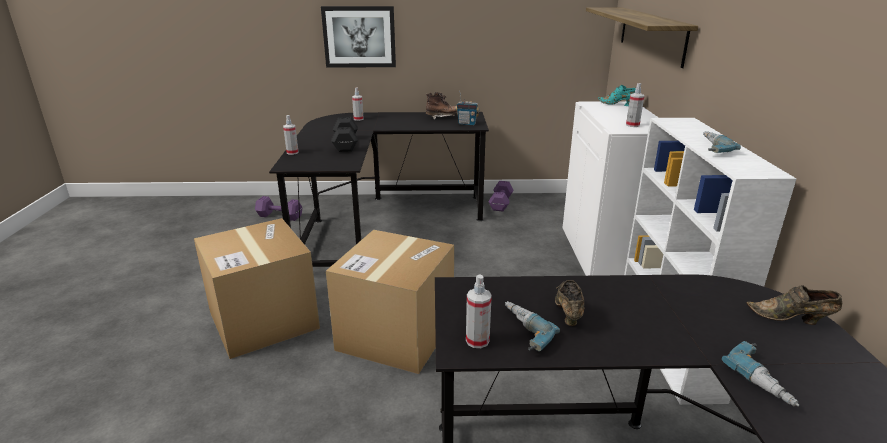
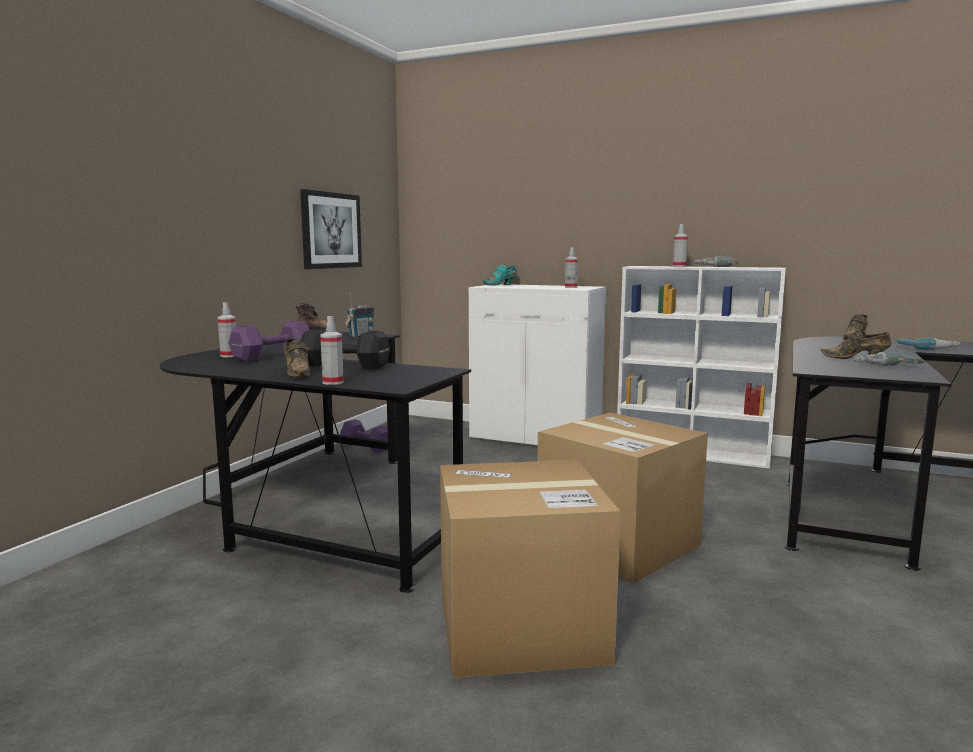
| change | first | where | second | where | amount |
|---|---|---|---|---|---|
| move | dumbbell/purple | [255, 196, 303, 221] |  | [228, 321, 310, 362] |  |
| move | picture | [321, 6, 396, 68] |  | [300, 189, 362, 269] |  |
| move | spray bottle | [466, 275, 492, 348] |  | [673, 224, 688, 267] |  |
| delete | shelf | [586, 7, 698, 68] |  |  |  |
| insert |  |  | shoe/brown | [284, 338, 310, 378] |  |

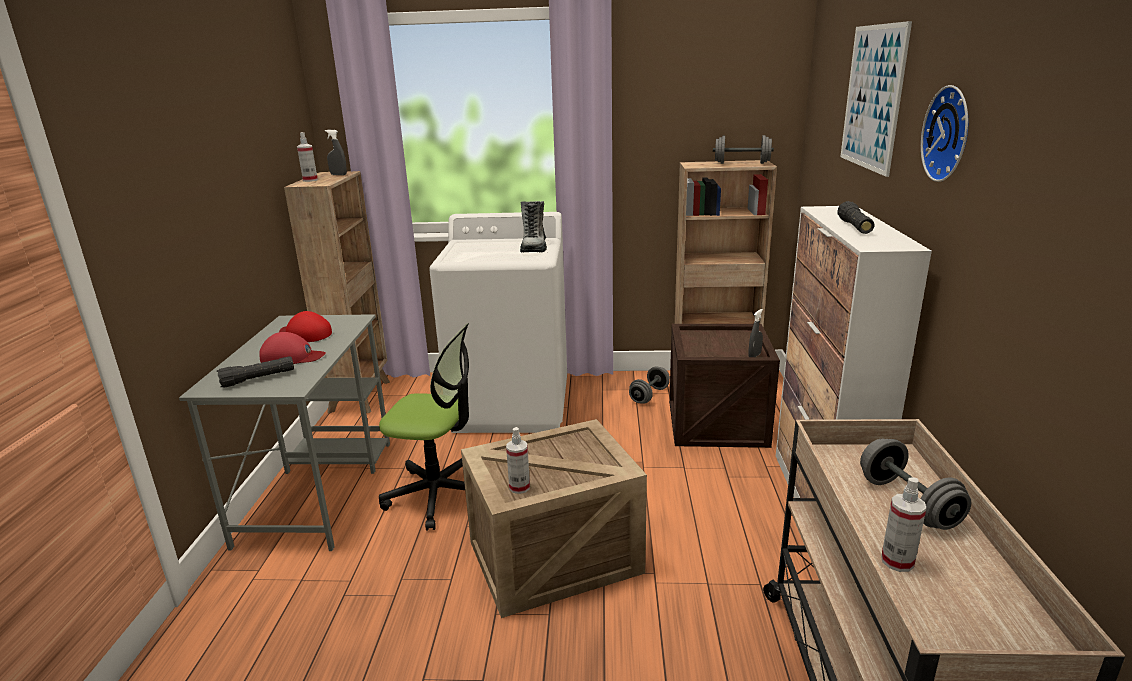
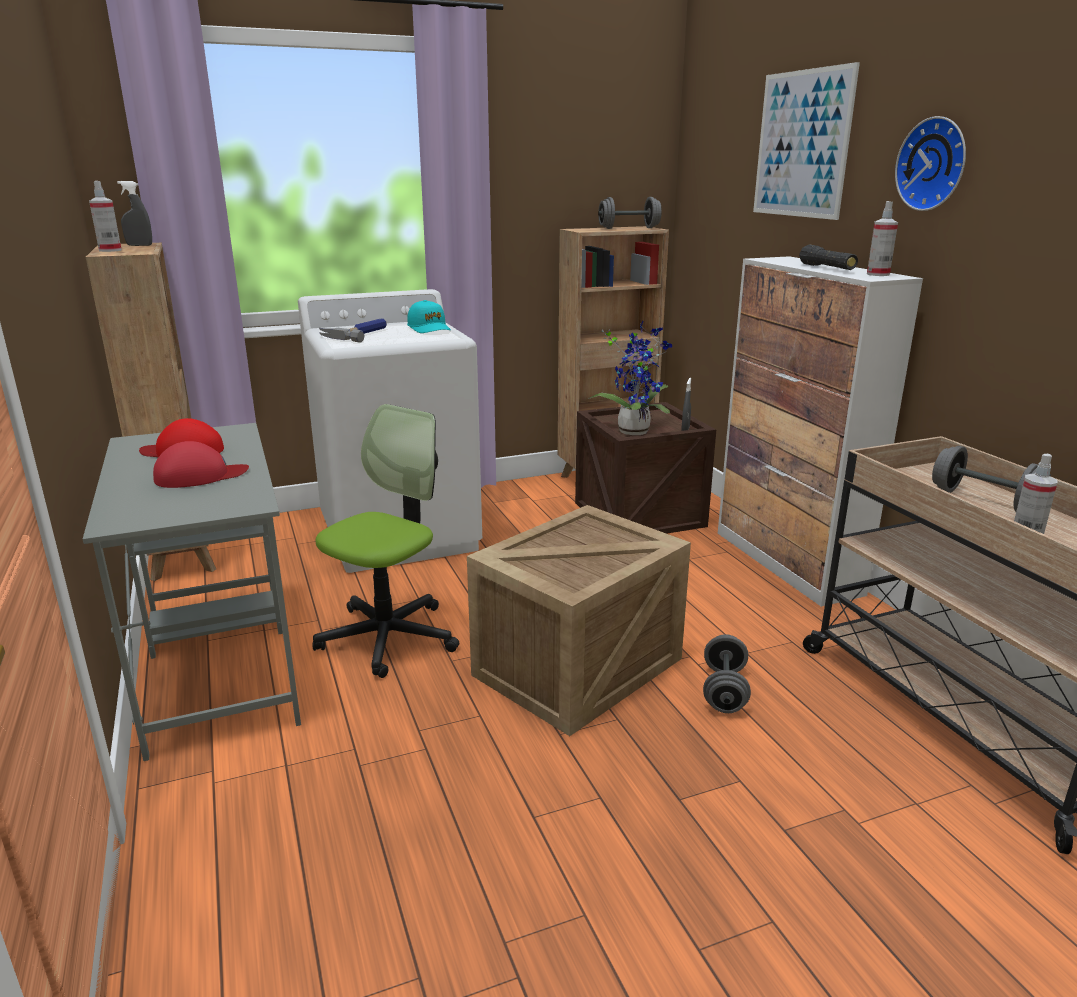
| change | first | where | second | where | amount |
|---|---|---|---|---|---|
| delete | flashlight/black | [217, 356, 294, 388] |  |  |  |
| rotate | office chair | [379, 323, 469, 531] |  | [313, 404, 459, 678] | 45 degrees counterclockwise |
| move | spray bottle | [506, 427, 530, 494] |  | [867, 201, 898, 276] |  |
| replace | boot | [520, 201, 547, 253] | cap/turquoise | [407, 300, 451, 333] |  |
| move | dumbbell/grey | [629, 366, 670, 404] |  | [703, 634, 751, 713] |  |
| insert |  |  | hammer | [319, 318, 387, 343] |  |
| insert |  |  | potted plant | [590, 321, 672, 435] |  |

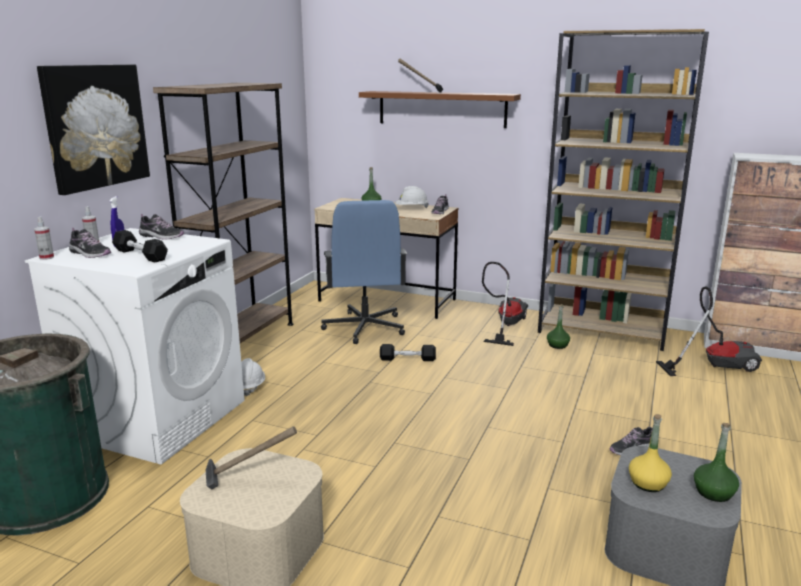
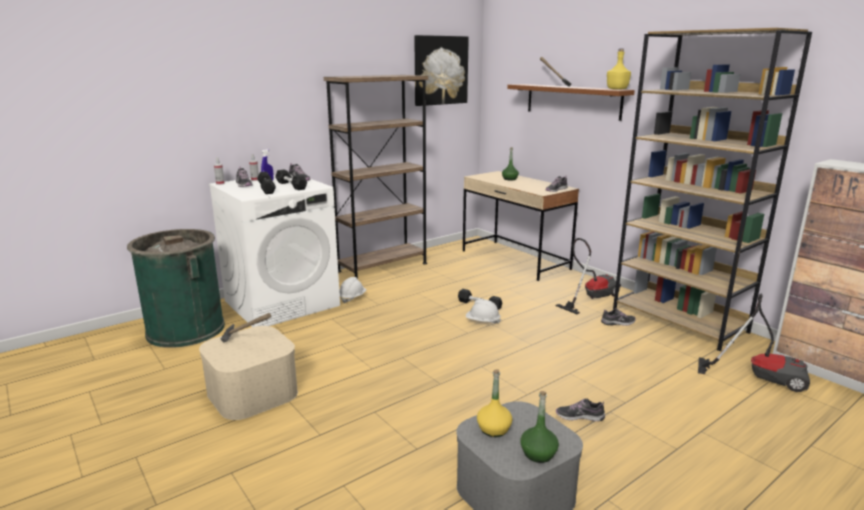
| change | first | where | second | where | amount |
|---|---|---|---|---|---|
| move | picture | [37, 65, 150, 195] |  | [414, 35, 469, 106] |  |
| delete | office chair/blue | [321, 200, 407, 344] |  |  |  |
| move | hard hat/white | [395, 186, 429, 208] |  | [466, 299, 501, 324] |  |
| replace | bottle/green | [547, 304, 570, 349] | shoe | [601, 308, 636, 326] |  |
| insert |  |  | dumbbell/black | [275, 170, 308, 190] |  |
| insert |  |  | bottle/yellow | [607, 48, 631, 90] |  |

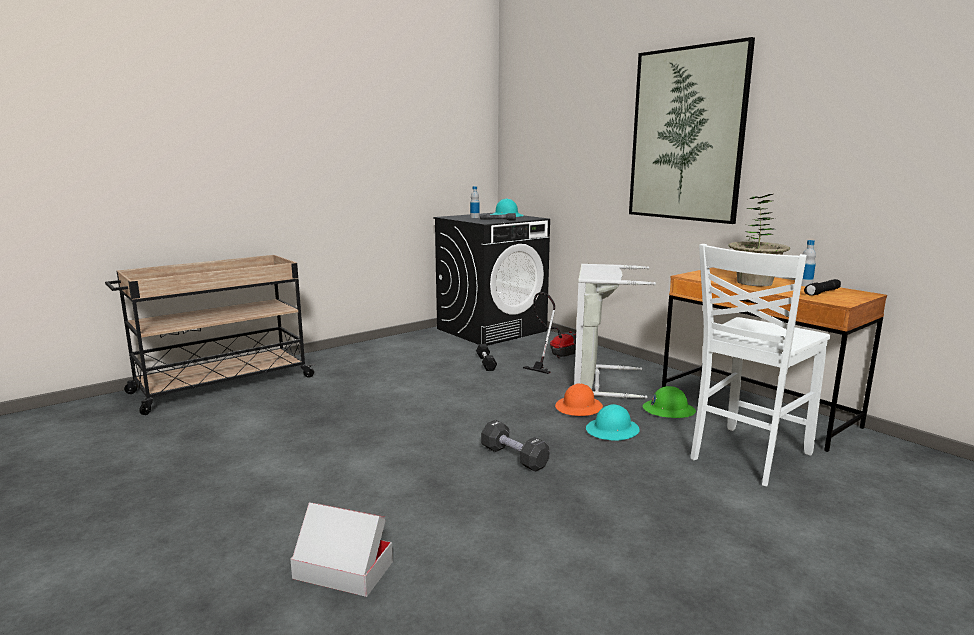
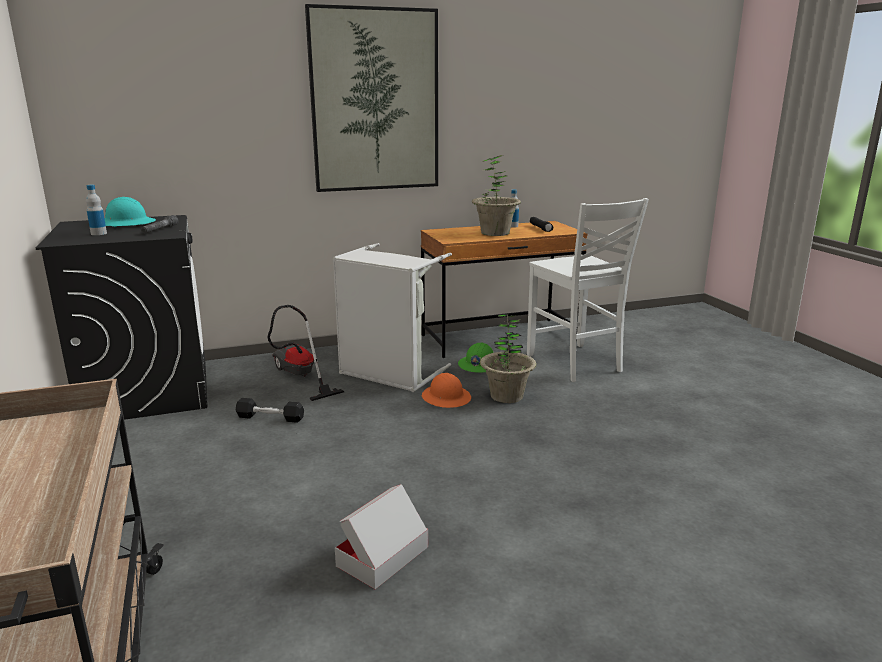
| change | first | where | second | where | amount |
|---|---|---|---|---|---|
| move | cardboard box | [290, 503, 393, 597] |  | [335, 484, 428, 589] |  |
| delete | dumbbell/black | [481, 420, 549, 472] |  |  |  |
| replace | hard hat/turquoise | [586, 404, 640, 440] | potted plant | [480, 314, 537, 403] |  |

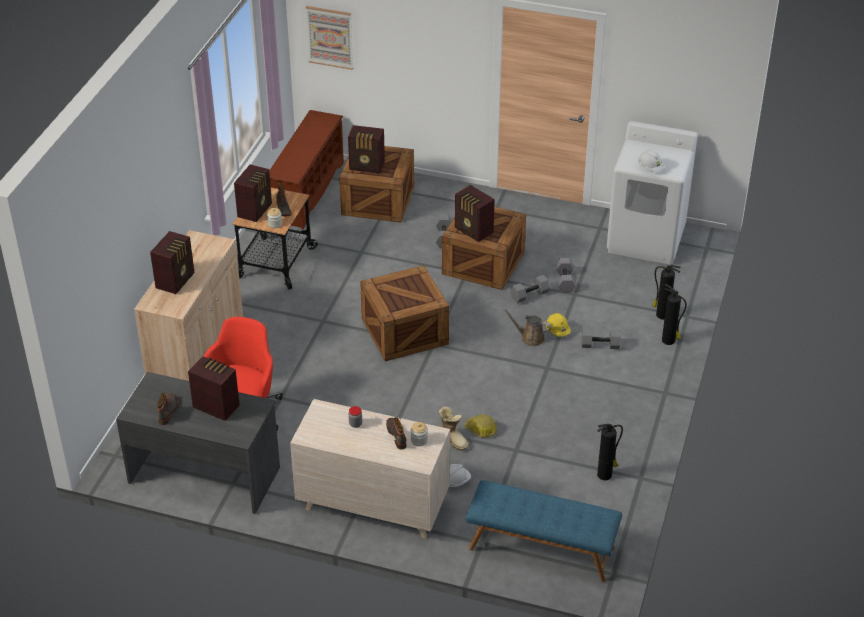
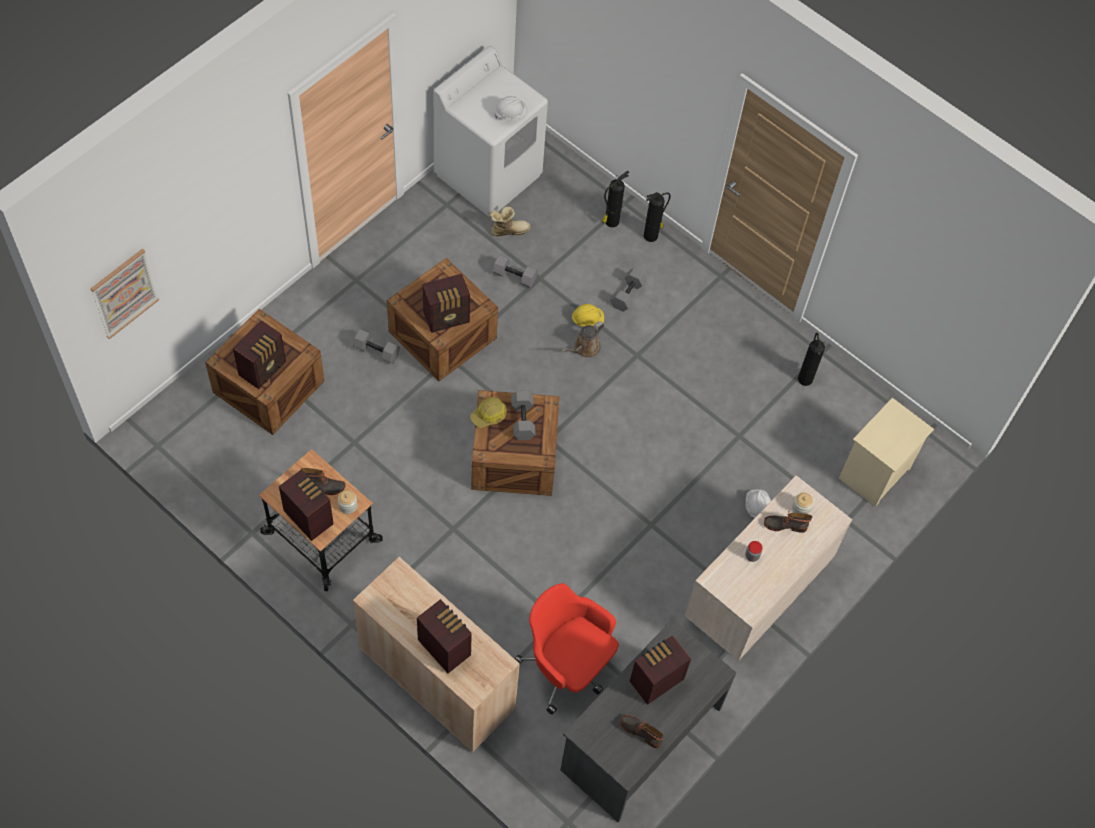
| change | first | where | second | where | amount |
|---|---|---|---|---|---|
| delete | shoe rack/brown | [269, 110, 344, 229] |  |  |  |
| move | boot | [439, 406, 469, 451] |  | [489, 206, 531, 236] |  |
| move | hard hat | [464, 414, 497, 437] |  | [470, 397, 507, 428] |  |
| replace | bench/blue | [466, 480, 622, 582] | nightstand/beige | [839, 398, 934, 507] |  |
| move | dumbbell/grey | [510, 275, 550, 303] |  | [511, 391, 535, 440] |  |

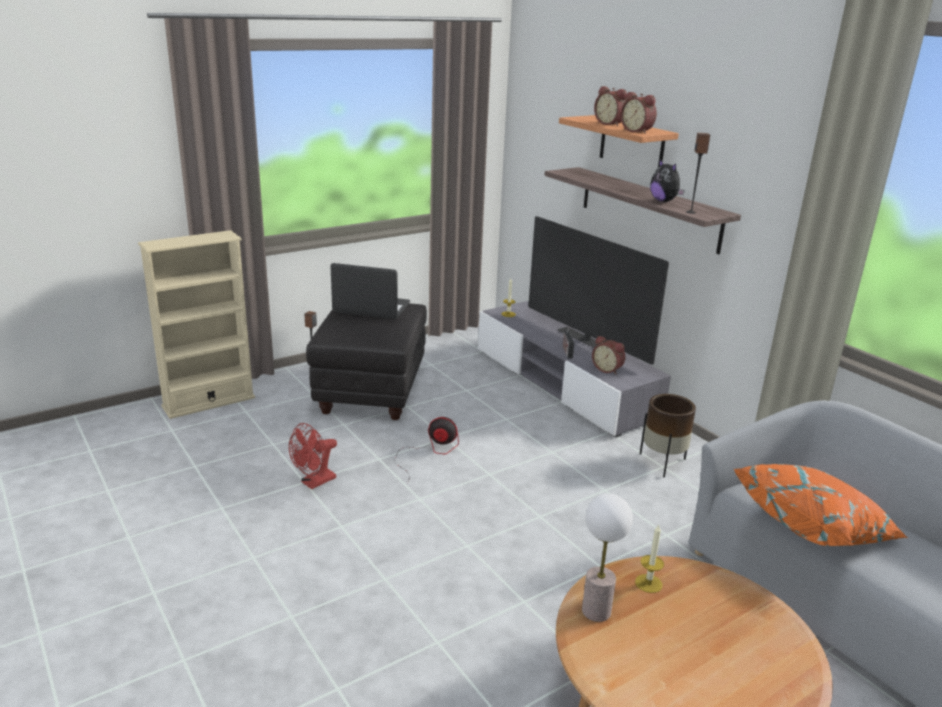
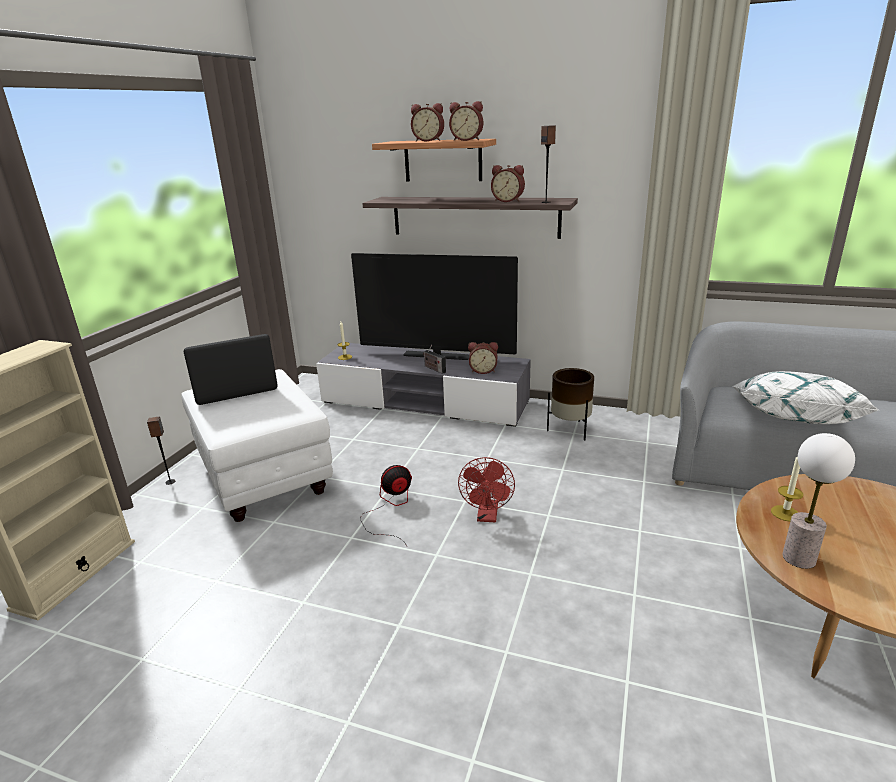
| change | first | where | second | where | amount |
|---|---|---|---|---|---|
| move | fan/red | [289, 423, 337, 489] |  | [458, 457, 515, 522] |  |
| recolor | ottoman/black | [306, 303, 427, 420] | ottoman/white | [182, 369, 333, 522] |  |
| replace | plush toy | [650, 160, 685, 202] | alarm clock | [491, 165, 525, 202] |  |
| recolor | pillow/orange | [733, 464, 908, 546] | pillow/white | [732, 371, 878, 424] |  |

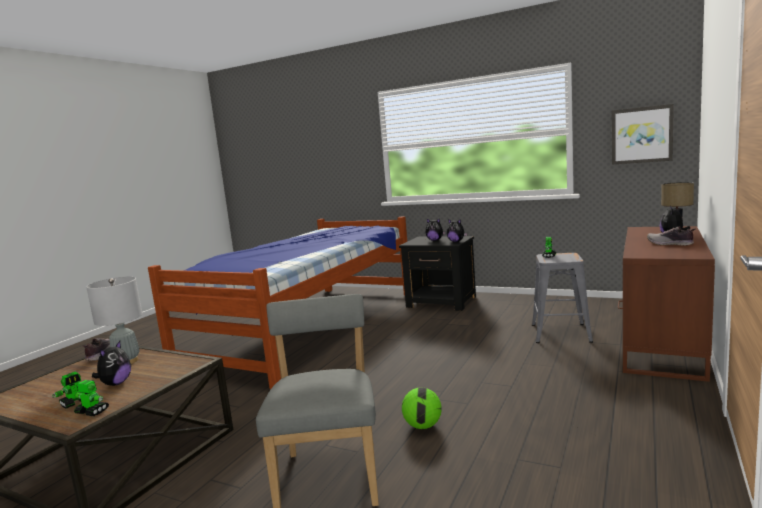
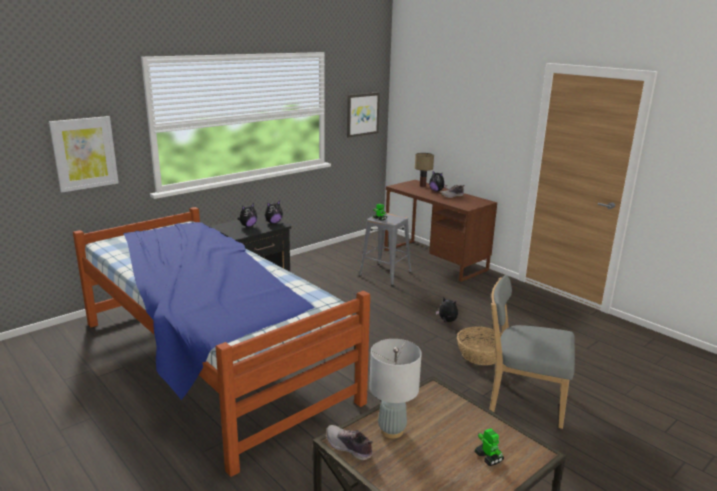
| change | first | where | second | where | amount |
|---|---|---|---|---|---|
| delete | toy robot | [74, 380, 109, 416] |  |  |  |
| move | plush toy | [92, 341, 131, 386] |  | [436, 297, 458, 322] |  |
| replace | football | [402, 387, 442, 429] | basket | [457, 327, 502, 365] |  |
| insert |  |  | picture | [49, 116, 119, 192] |  |

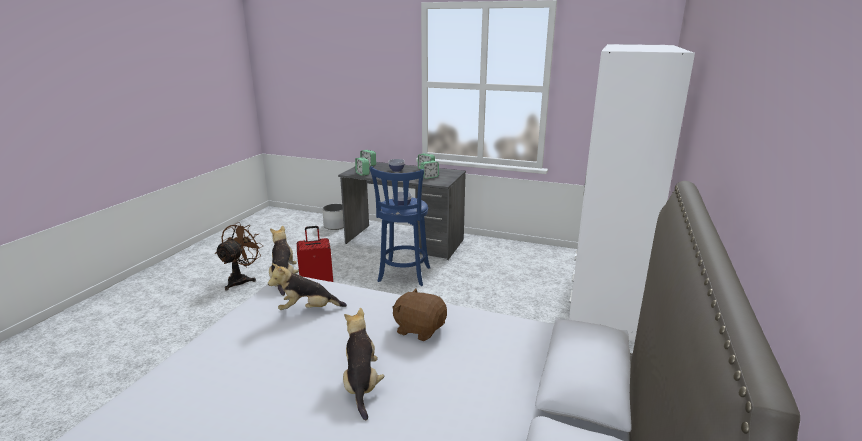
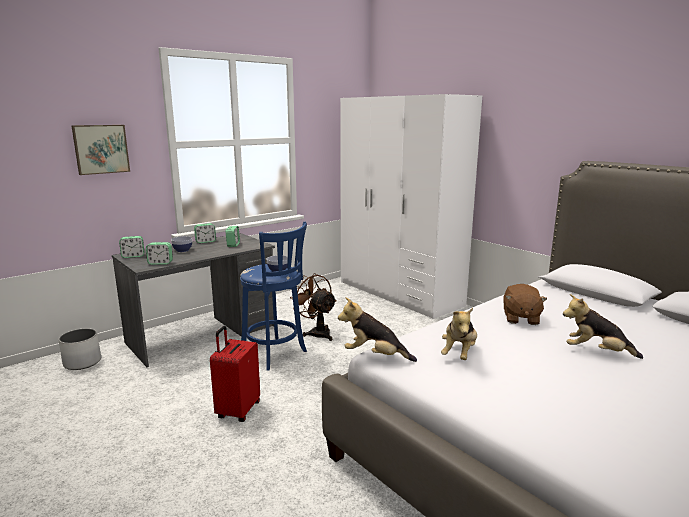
| change | first | where | second | where | amount |
|---|---|---|---|---|---|
| move | fan/brown | [215, 222, 263, 291] |  | [290, 273, 337, 341] |  |
| rotate | plush toy/brown | [392, 289, 447, 341] |  | [503, 284, 547, 325] | 45 degrees counterclockwise |
| insert |  |  | picture | [71, 125, 130, 175] |  |

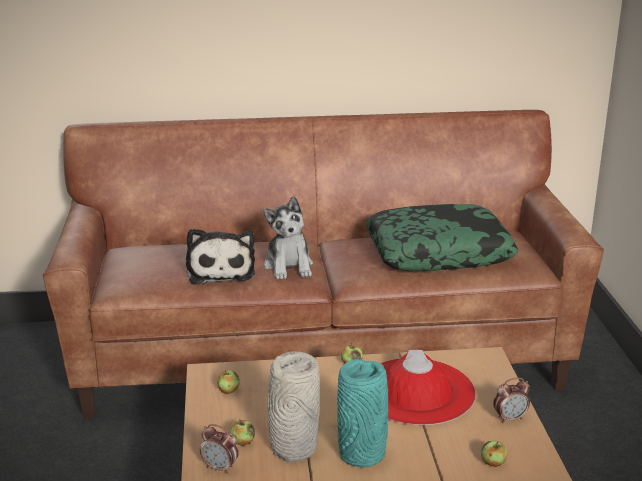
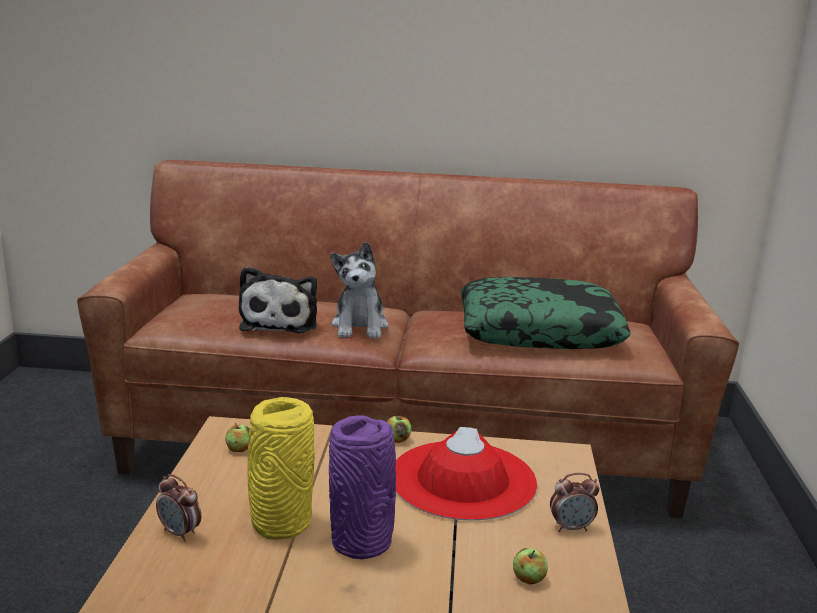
| change | first | where | second | where | amount |
|---|---|---|---|---|---|
| delete | apple | [230, 420, 255, 446] |  |  |  |
| recolor | vase/grey | [268, 352, 320, 462] | vase/yellow | [247, 397, 315, 540] |  |
| recolor | vase/turquoise | [337, 359, 388, 468] | vase/purple | [329, 415, 396, 559] |  |

